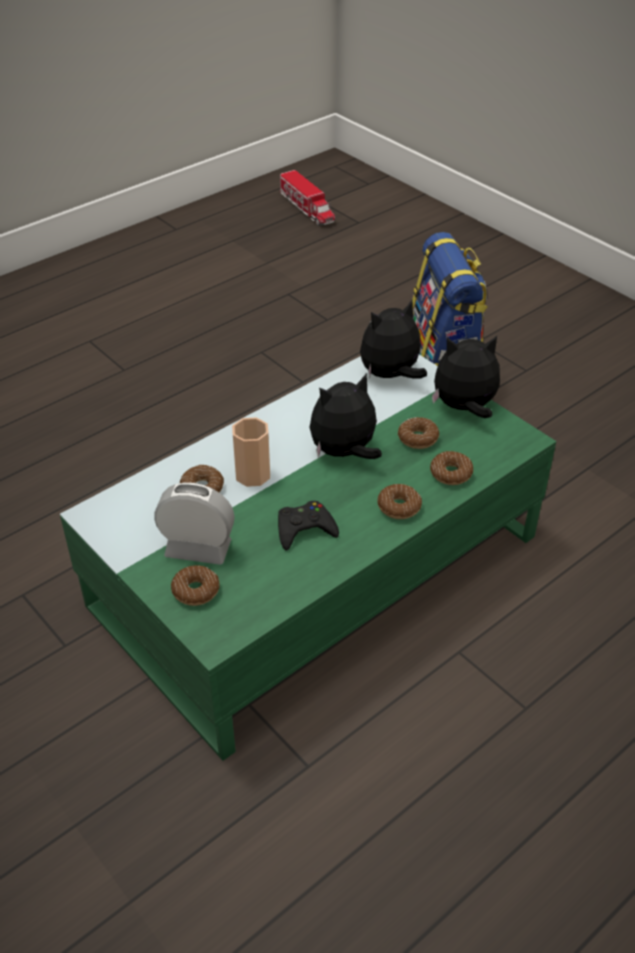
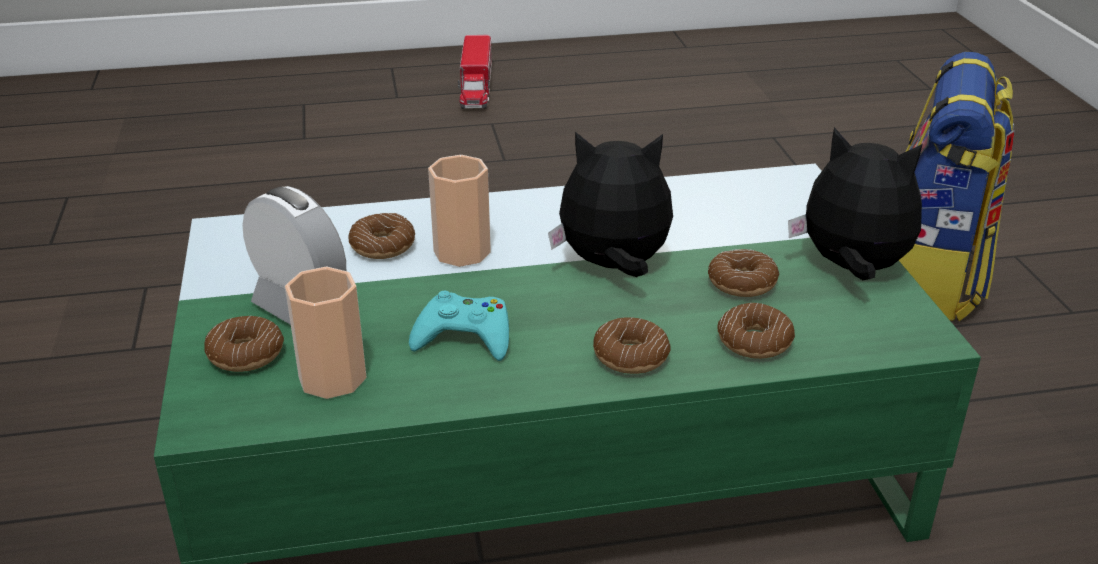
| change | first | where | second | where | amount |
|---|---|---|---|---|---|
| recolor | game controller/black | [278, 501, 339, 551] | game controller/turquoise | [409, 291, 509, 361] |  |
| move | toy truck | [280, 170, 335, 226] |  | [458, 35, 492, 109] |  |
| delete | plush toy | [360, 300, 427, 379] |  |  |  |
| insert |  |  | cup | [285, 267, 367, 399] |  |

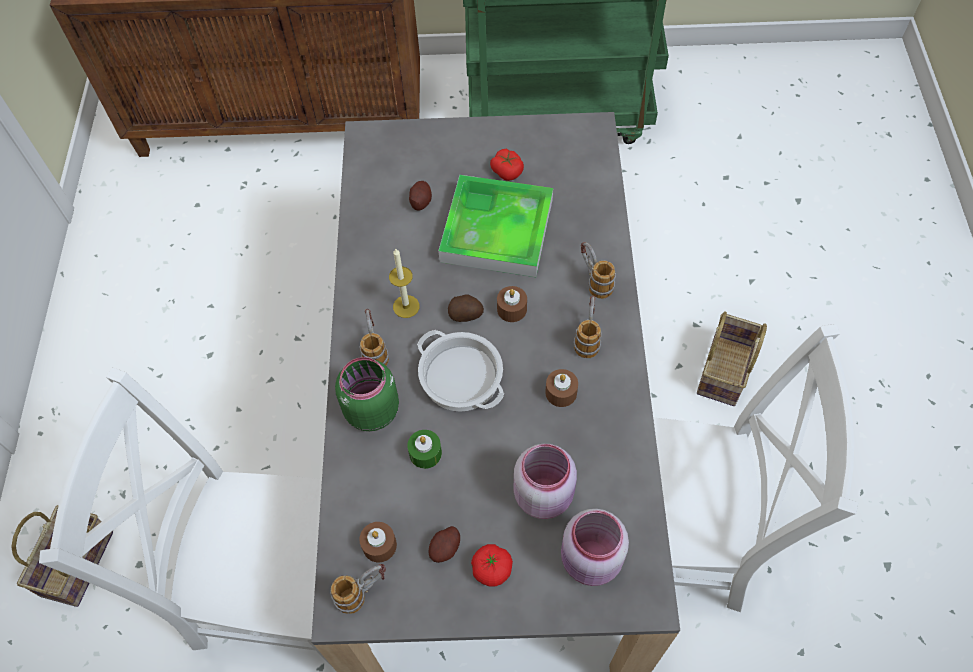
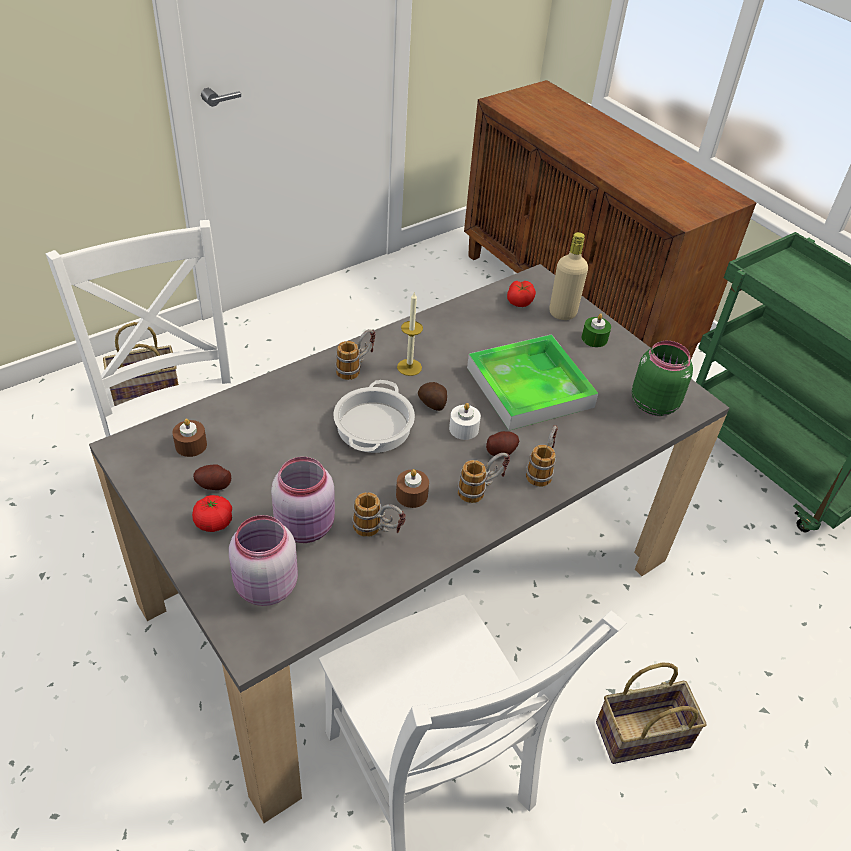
| change | first | where | second | where | amount |
|---|---|---|---|---|---|
| move | mug | [330, 564, 386, 614] |  | [352, 492, 405, 537] |  |
| move | jar/green | [335, 357, 399, 432] |  | [632, 341, 693, 416] |  |
| move | candle/green | [407, 430, 442, 469] |  | [582, 314, 611, 347] |  |
| move | potato | [409, 181, 432, 210] |  | [486, 431, 520, 456] |  |
| move | tomato | [490, 148, 524, 181] |  | [507, 281, 536, 307] |  |
| recolor | candle/brown | [497, 286, 527, 322] | candle/white | [449, 403, 481, 440] |  |
| insert |  |  | bottle/beige | [549, 232, 588, 320] |  |

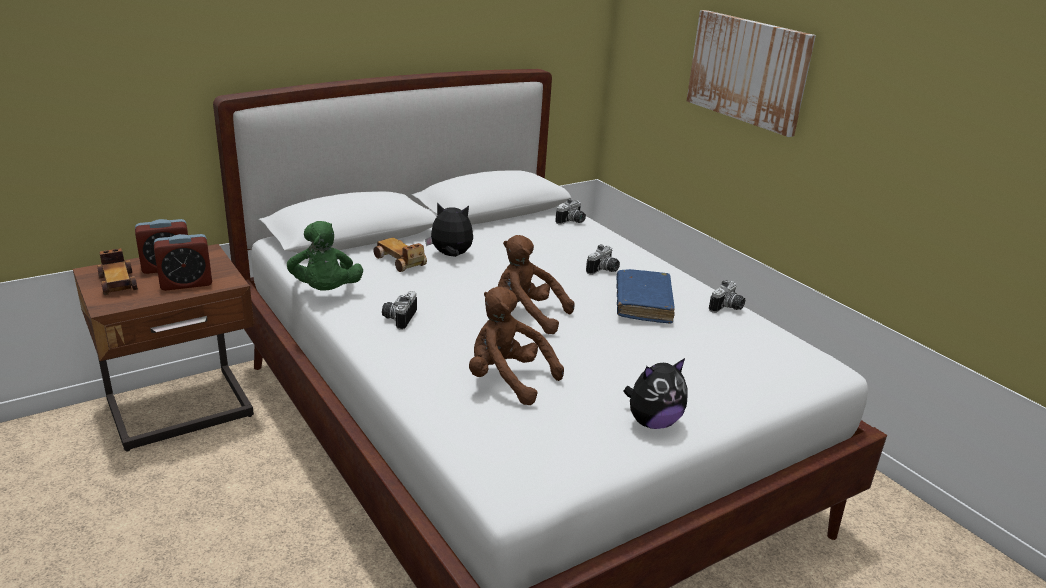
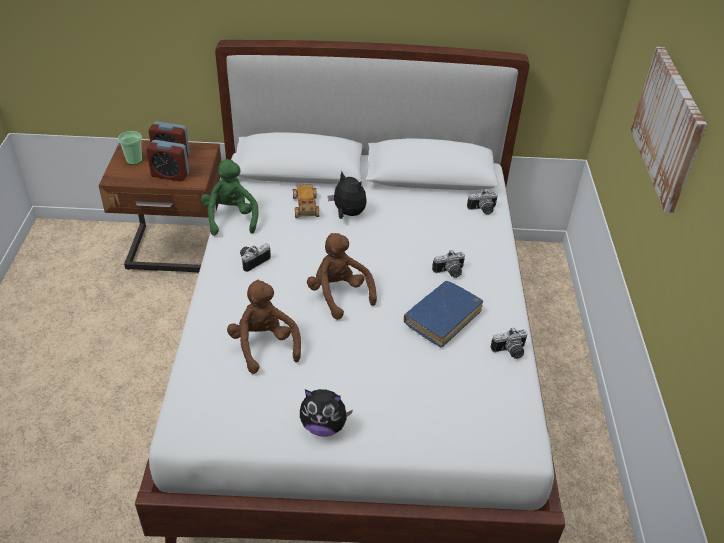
| change | first | where | second | where | amount |
|---|---|---|---|---|---|
| replace | toy car | [97, 248, 138, 295] | cup | [118, 131, 142, 165] |  |
| rotate | plush toy/green | [287, 221, 363, 291] |  | [201, 159, 259, 236] | 150 degrees clockwise |

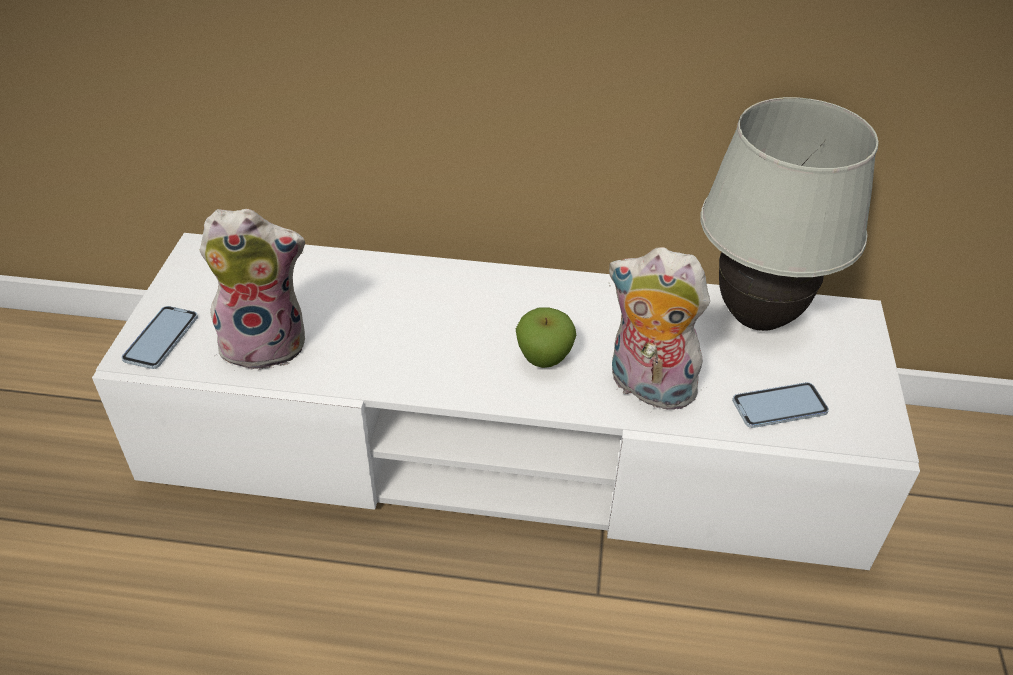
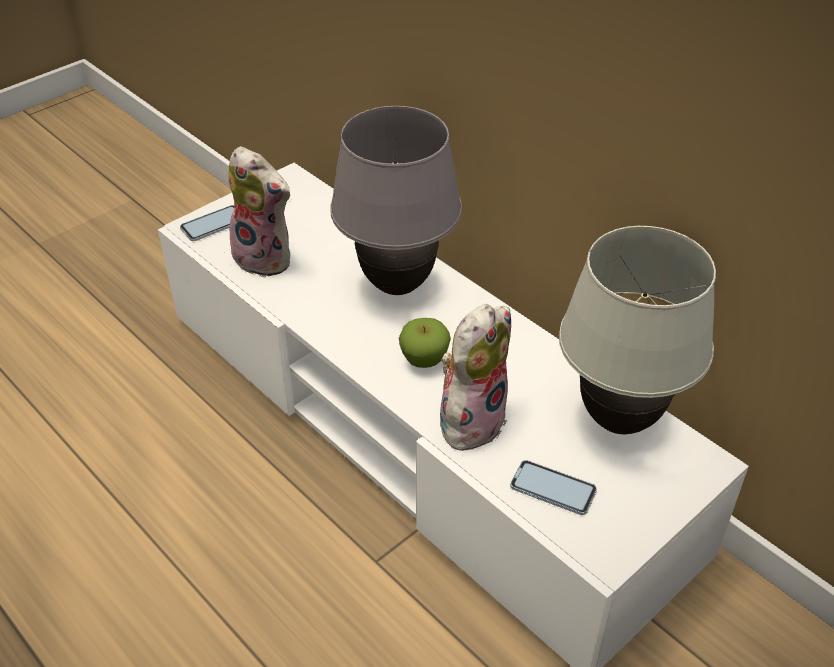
| change | first | where | second | where | amount |
|---|---|---|---|---|---|
| rotate | plush toy | [608, 247, 710, 410] |  | [440, 304, 511, 450] | 60 degrees clockwise |
| insert |  |  | table lamp/grey | [330, 106, 462, 295] |  |

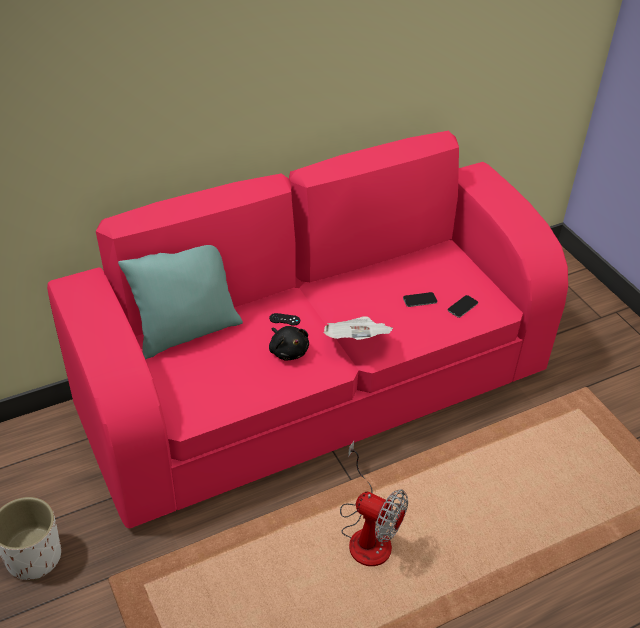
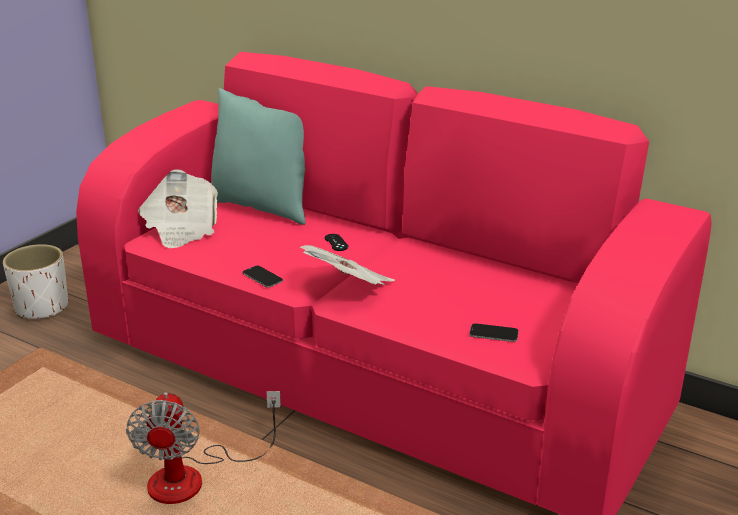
| change | first | where | second | where | amount |
|---|---|---|---|---|---|
| delete | plush toy/black | [269, 326, 309, 361] |  |  |  |
| move | phone | [403, 292, 437, 307] |  | [243, 266, 283, 288] |  |
| insert |  |  | newspaper | [138, 169, 218, 248] |  |

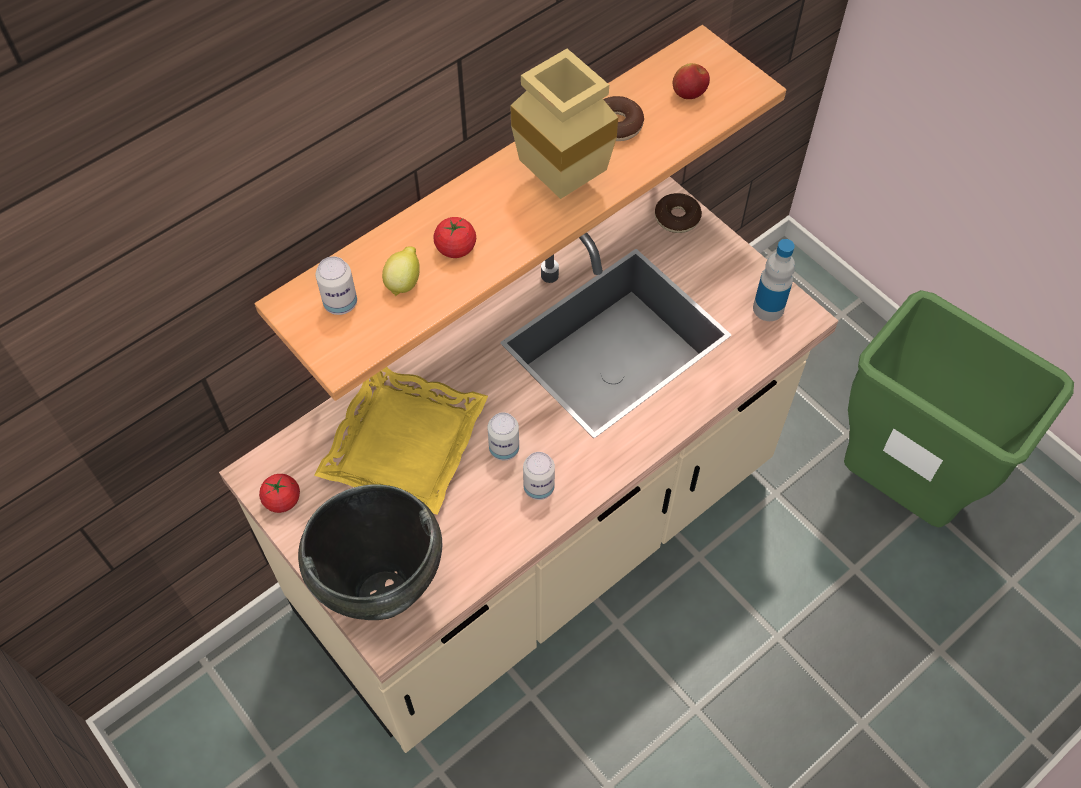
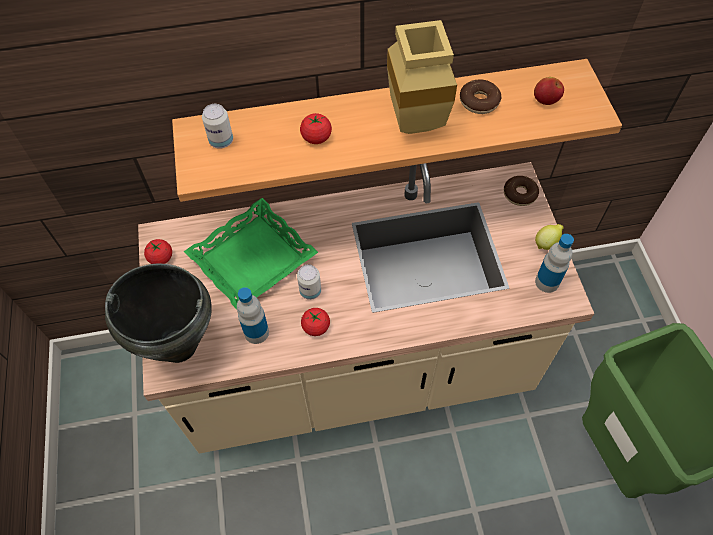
| change | first | where | second | where | amount |
|---|---|---|---|---|---|
| recolor | tray/yellow | [314, 367, 488, 515] | tray/green | [184, 198, 318, 310] |  |
| move | lemon | [382, 247, 420, 296] |  | [535, 224, 564, 250] |  |
| replace | can | [523, 452, 555, 500] | tomato | [301, 308, 330, 336] |  |
| insert |  |  | bottle | [237, 287, 269, 344] |  |

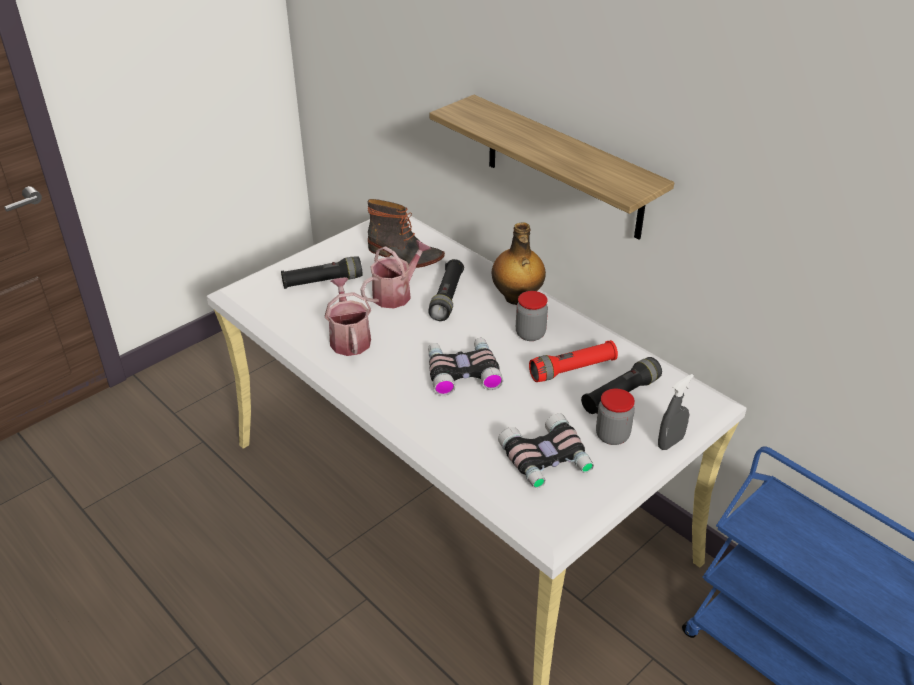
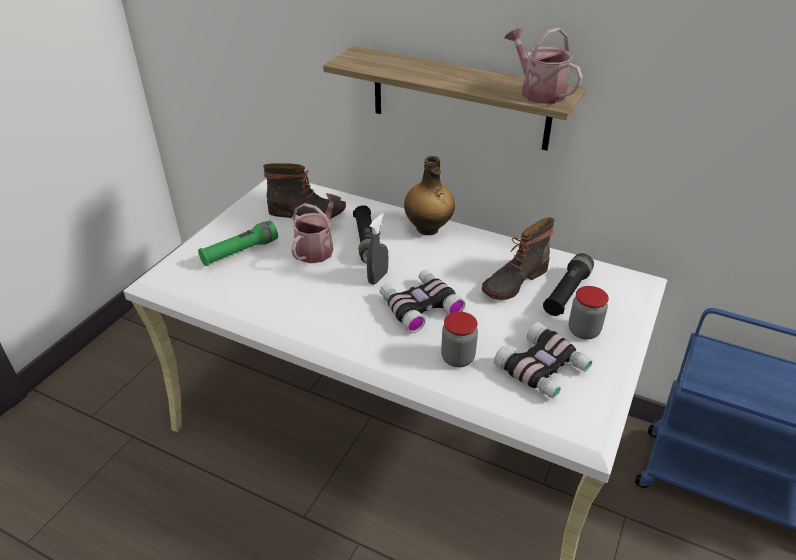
| change | first | where | second | where | amount |
|---|---|---|---|---|---|
| recolor | flashlight/black | [281, 256, 362, 289] | flashlight/green | [198, 220, 278, 266] |  |
| move | watering can | [325, 277, 371, 356] |  | [505, 28, 583, 104] |  |
| move | jar | [516, 291, 548, 341] |  | [441, 312, 478, 368] |  |
| replace | flashlight/red | [529, 340, 618, 382] | boot | [482, 217, 555, 300] |  |
| move | spray bottle/grey | [658, 374, 694, 450] |  | [367, 213, 388, 285] |  |

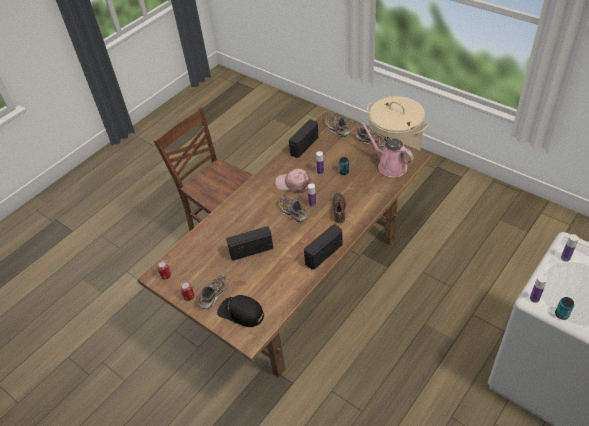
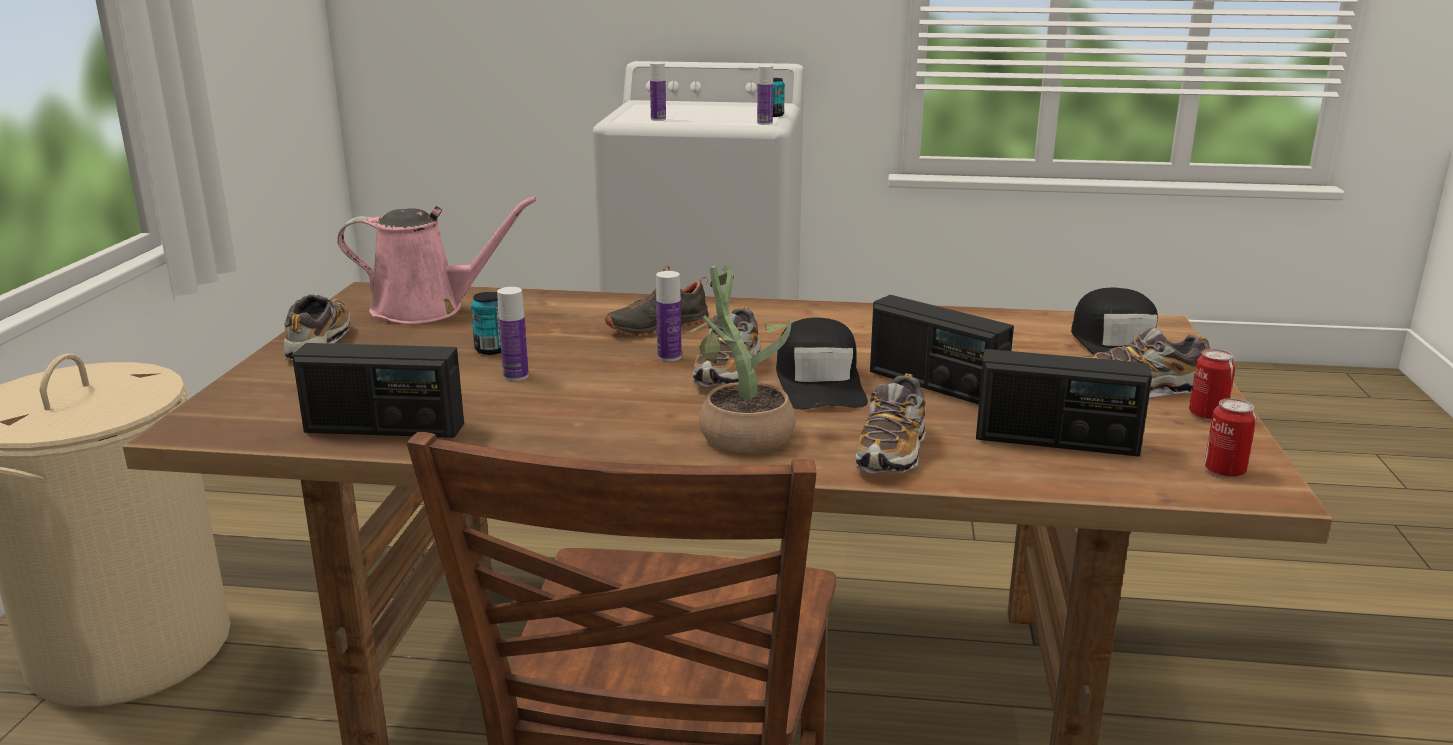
| change | first | where | second | where | amount |
|---|---|---|---|---|---|
| delete | cap/pink | [275, 169, 312, 193] |  |  |  |
| move | radio | [304, 224, 343, 270] |  | [976, 349, 1152, 457] |  |
| move | shoe | [325, 115, 350, 137] |  | [855, 373, 926, 473] |  |
| rotate | watering can/pink | [361, 122, 414, 177] |  | [337, 196, 537, 324] | 105 degrees counterclockwise |
| insert |  |  | potted plant | [672, 266, 796, 454] |  |
| insert |  |  | cap/black | [776, 317, 868, 409] |  |

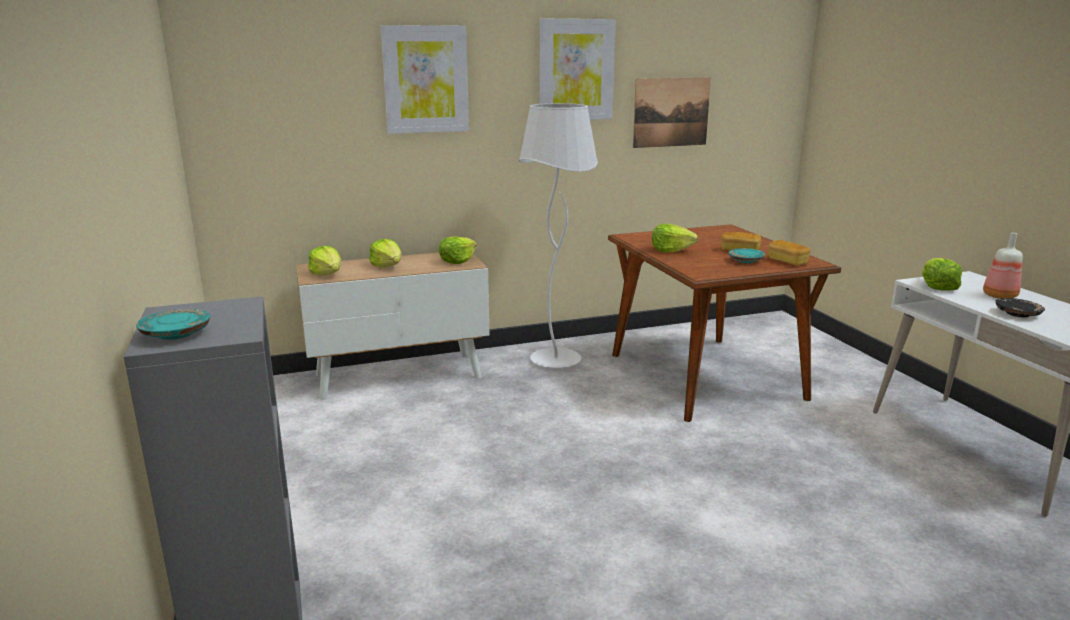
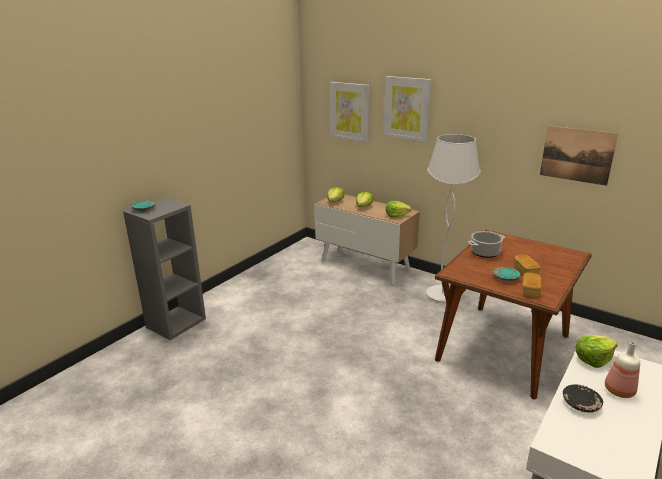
| change | first | where | second | where | amount |
|---|---|---|---|---|---|
| move | picture | [539, 18, 616, 120] |  | [329, 82, 369, 143] |  |
| replace | lettuce | [652, 224, 698, 252] | cooking pot | [468, 231, 505, 258] |  |

